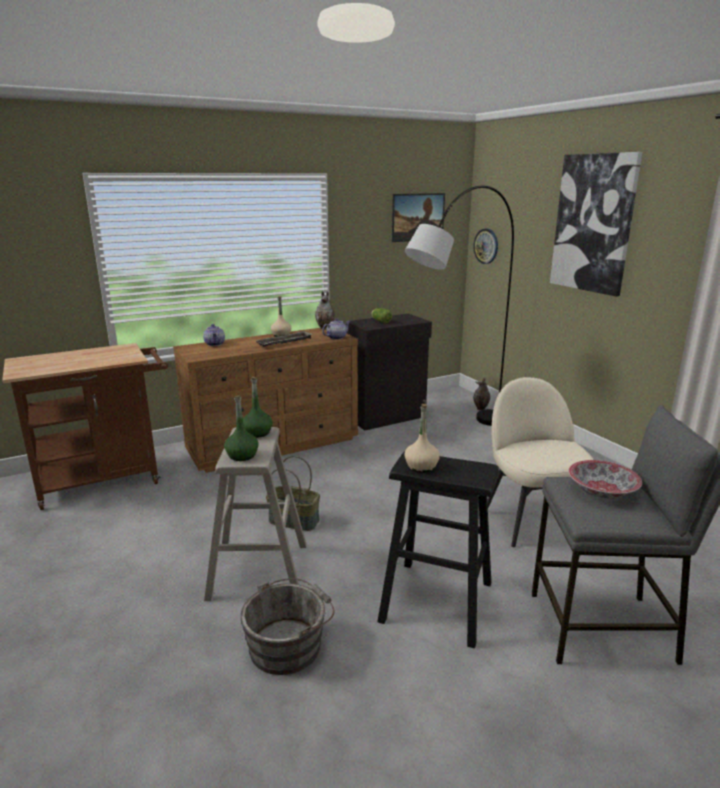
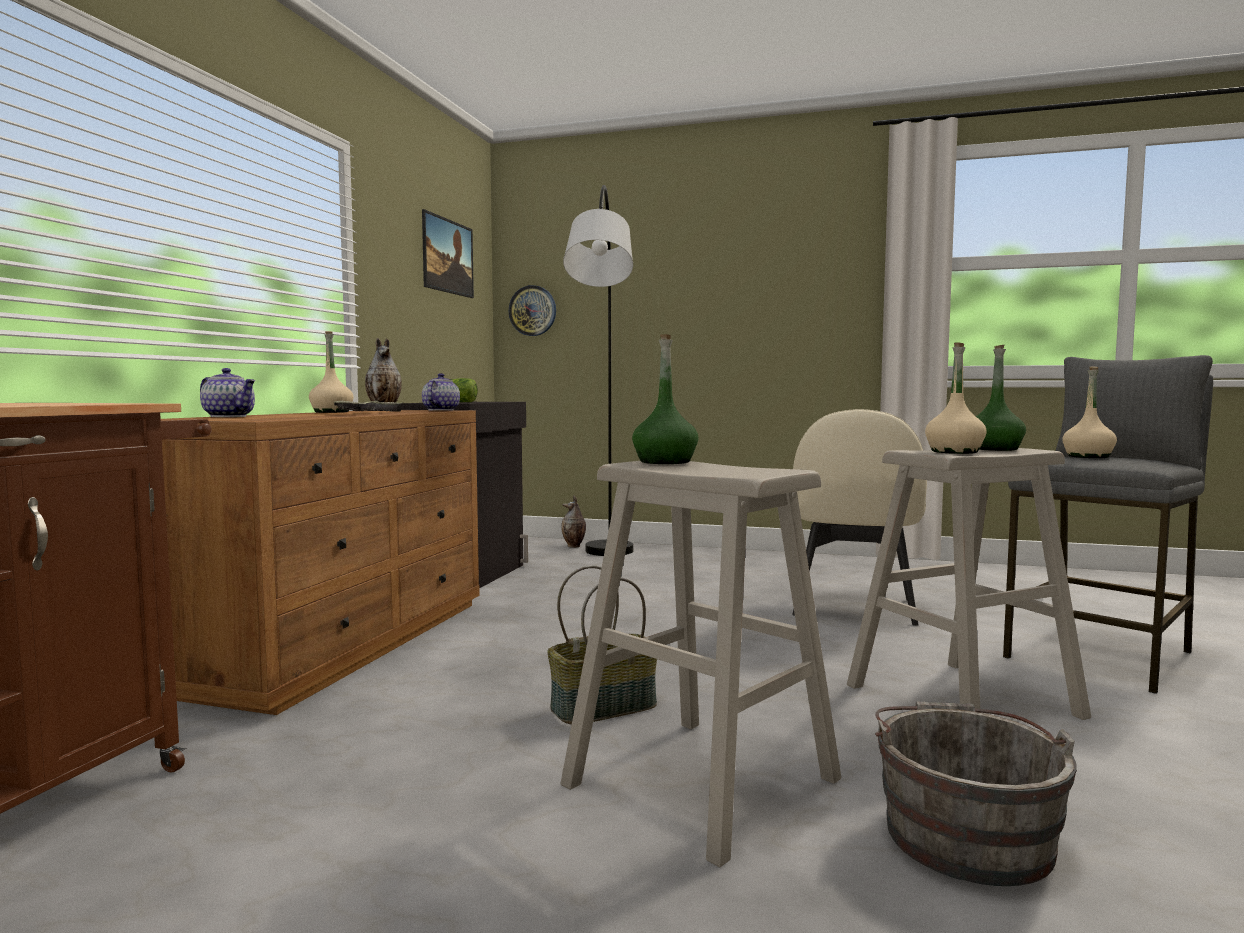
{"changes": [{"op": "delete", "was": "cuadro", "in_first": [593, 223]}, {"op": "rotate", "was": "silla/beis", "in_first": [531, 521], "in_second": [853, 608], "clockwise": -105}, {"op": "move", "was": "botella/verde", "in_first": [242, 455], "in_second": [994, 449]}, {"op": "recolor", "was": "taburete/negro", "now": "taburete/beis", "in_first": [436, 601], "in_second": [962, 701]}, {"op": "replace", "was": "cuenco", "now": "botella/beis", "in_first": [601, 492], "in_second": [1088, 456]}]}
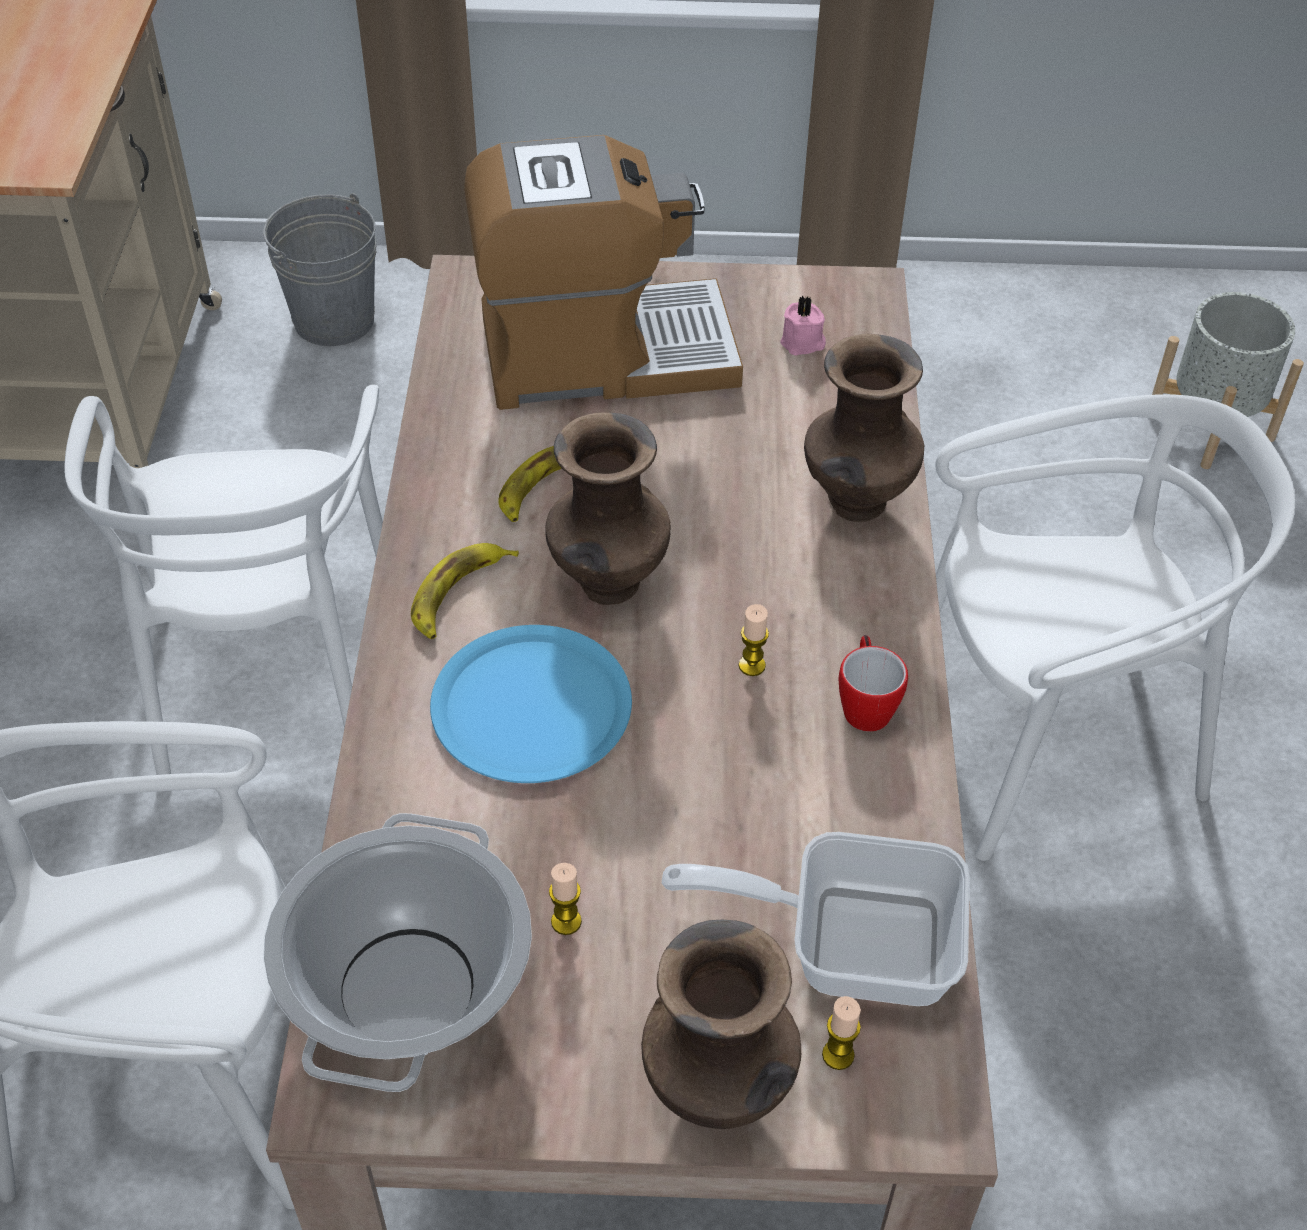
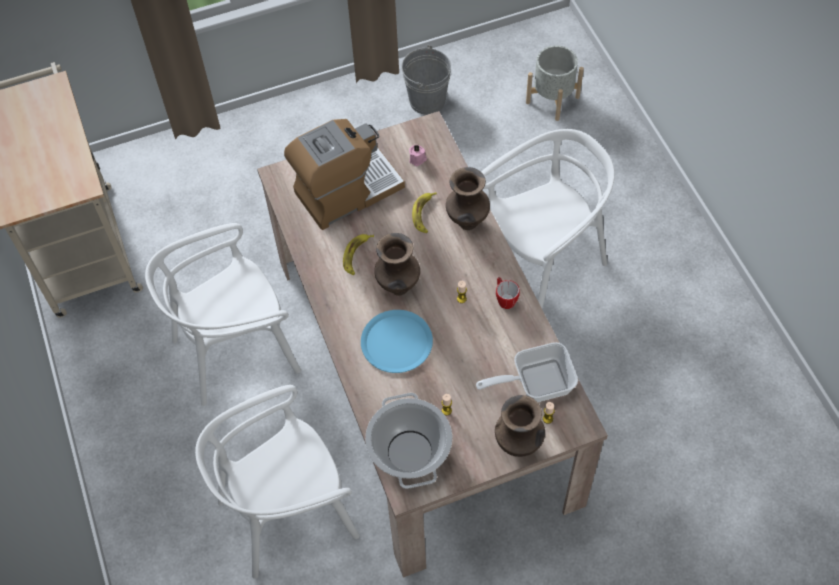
{"changes": [{"op": "move", "was": "cubo/gris", "in_first": [334, 320], "in_second": [427, 100]}, {"op": "rotate", "was": "silla/blanco", "in_first": [272, 680], "in_second": [236, 351], "clockwise": 90}, {"op": "move", "was": "plátano", "in_first": [458, 595], "in_second": [424, 214]}]}
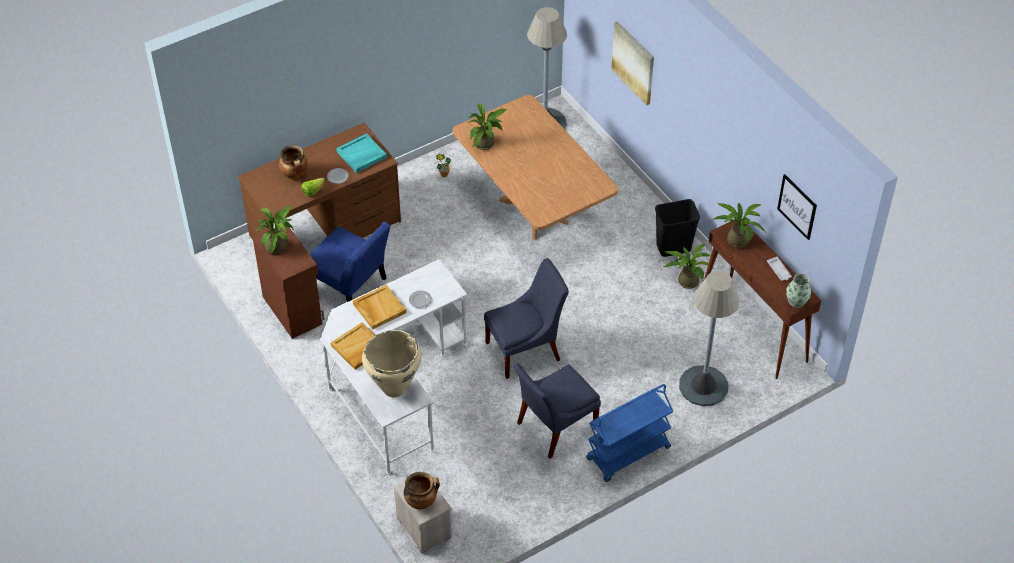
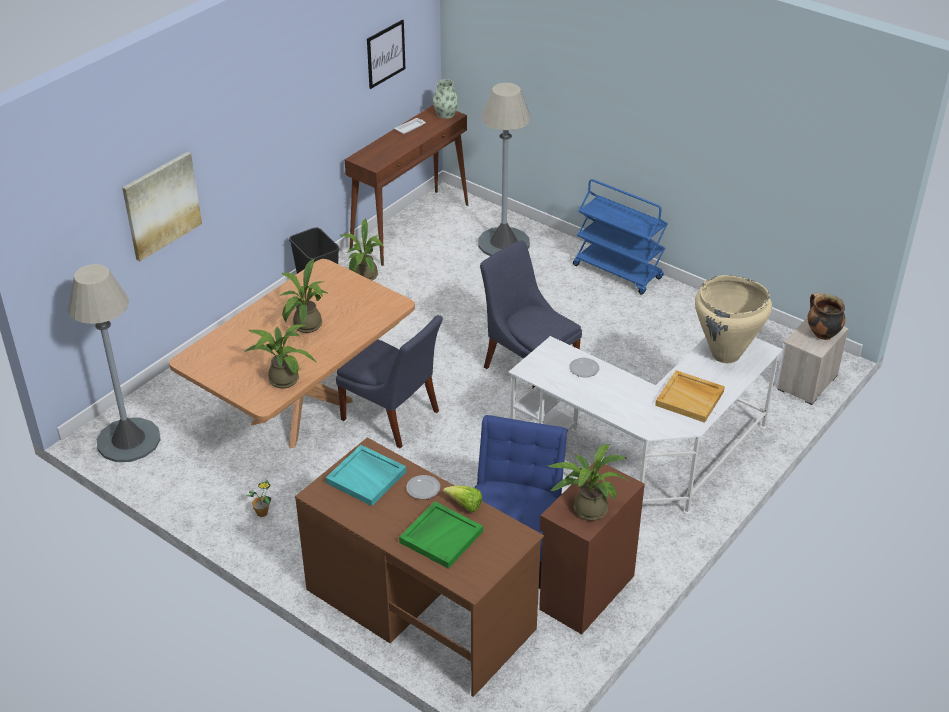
{"changes": [{"op": "replace", "was": "olla", "now": "bandeja/verde", "in_first": [295, 175], "in_second": [441, 536]}, {"op": "move", "was": "planta en maceta", "in_first": [736, 239], "in_second": [305, 327]}, {"op": "delete", "was": "bandeja/beis", "in_first": [379, 308]}, {"op": "move", "was": "silla/azul", "in_first": [554, 427], "in_second": [393, 417]}]}
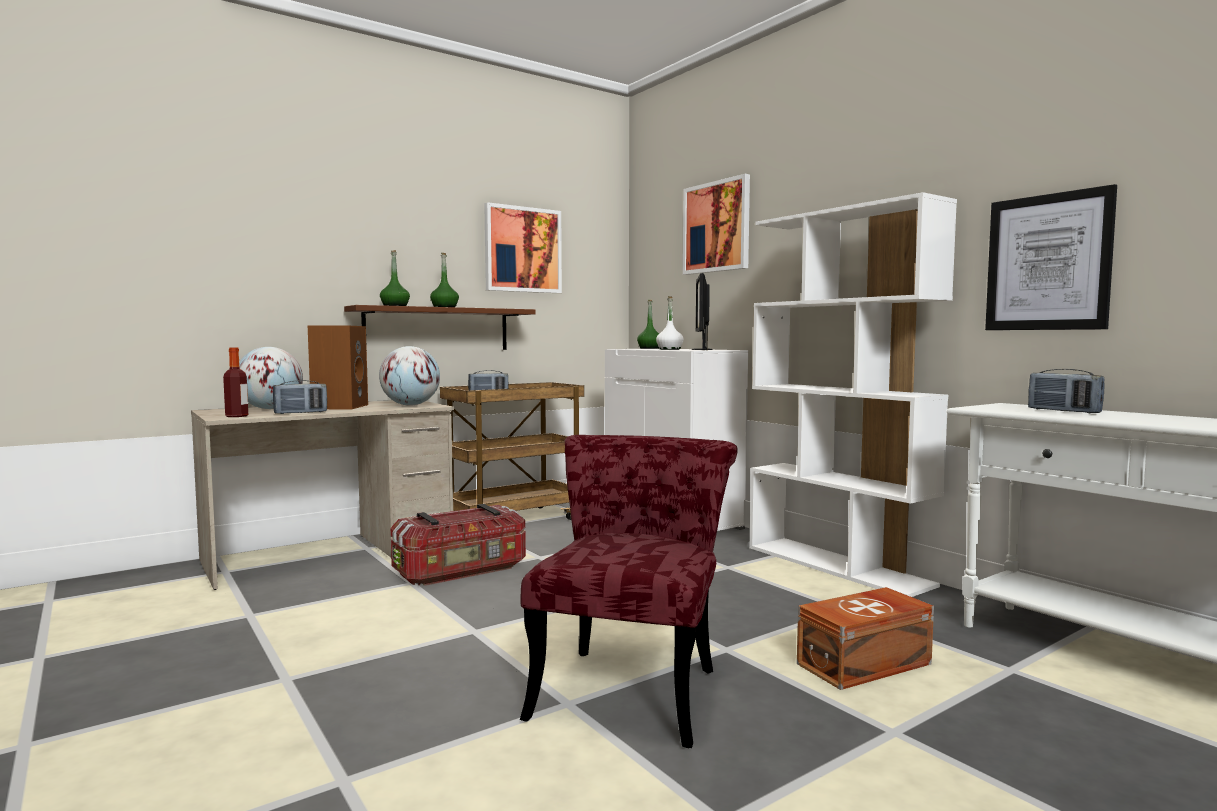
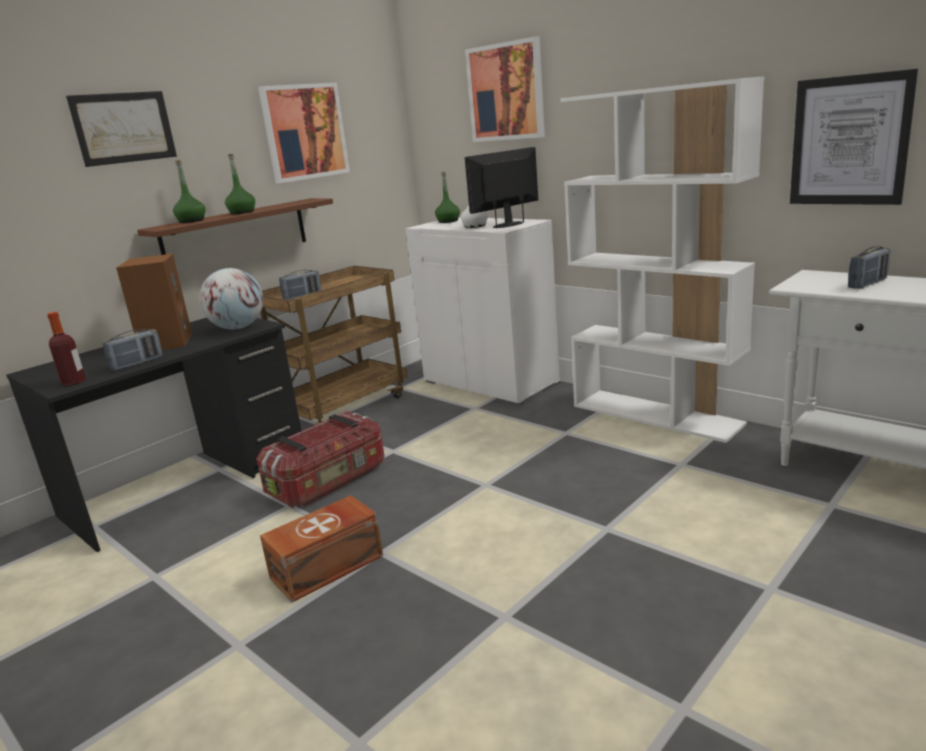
{"changes": [{"op": "rotate", "was": "monitor", "in_first": [701, 349], "in_second": [508, 225], "clockwise": 60}, {"op": "delete", "was": "globo terráqueo", "in_first": [270, 409]}, {"op": "rotate", "was": "radio", "in_first": [1063, 411], "in_second": [867, 284], "clockwise": -75}, {"op": "recolor", "was": "escritorio/beis", "now": "escritorio/negro", "in_first": [331, 554], "in_second": [188, 484]}, {"op": "delete", "was": "silla/rojo", "in_first": [632, 684]}, {"op": "move", "was": "caja de almacenaje/marrón", "in_first": [866, 664], "in_second": [329, 567]}, {"op": "insert", "now": "cuadro", "in_second": [124, 128]}]}
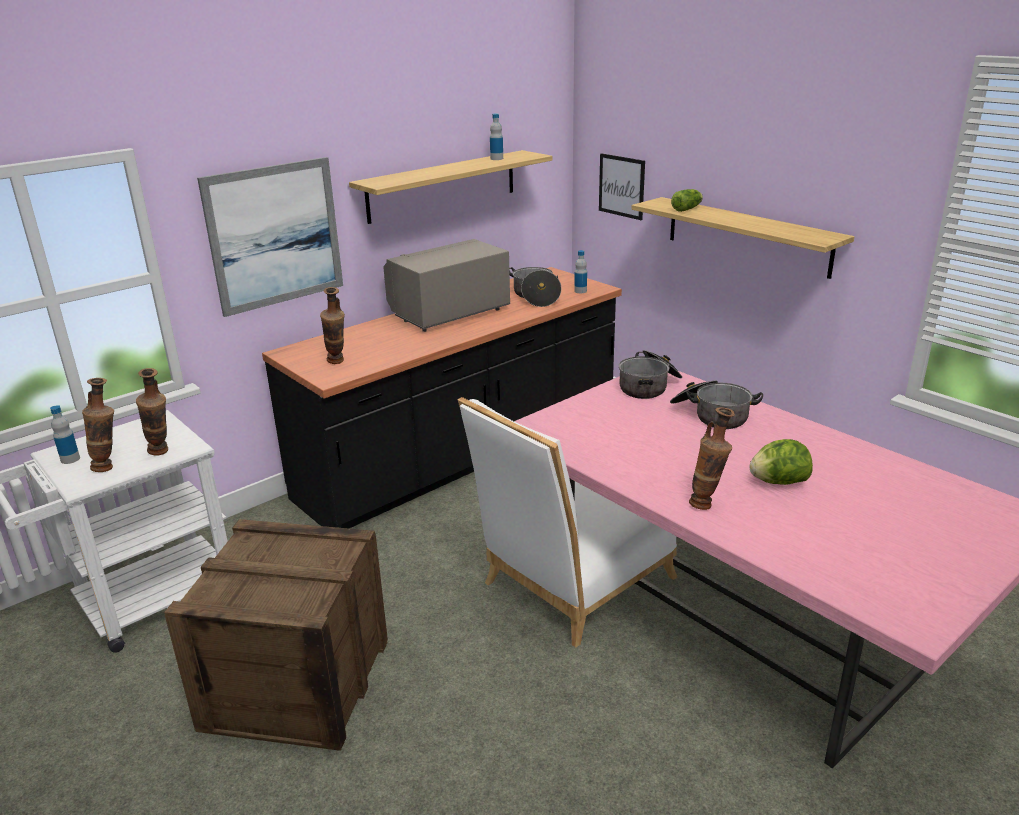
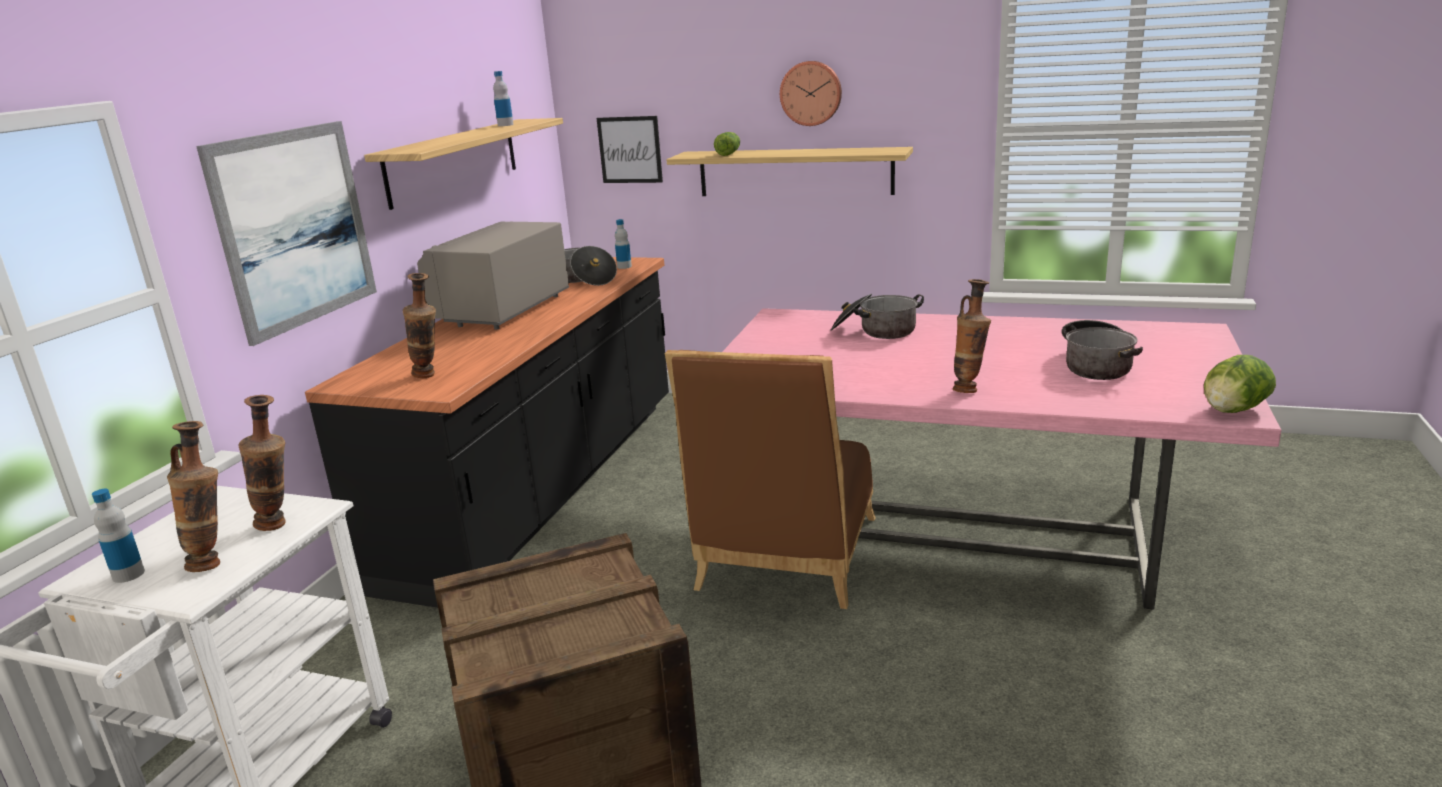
{"changes": [{"op": "move", "was": "olla", "in_first": [649, 386], "in_second": [1096, 365]}, {"op": "recolor", "was": "silla/blanco", "now": "silla/marrón", "in_first": [571, 585], "in_second": [785, 560]}, {"op": "move", "was": "lechuga", "in_first": [778, 482], "in_second": [1233, 410]}, {"op": "insert", "now": "reloj de pared", "in_second": [811, 93]}]}
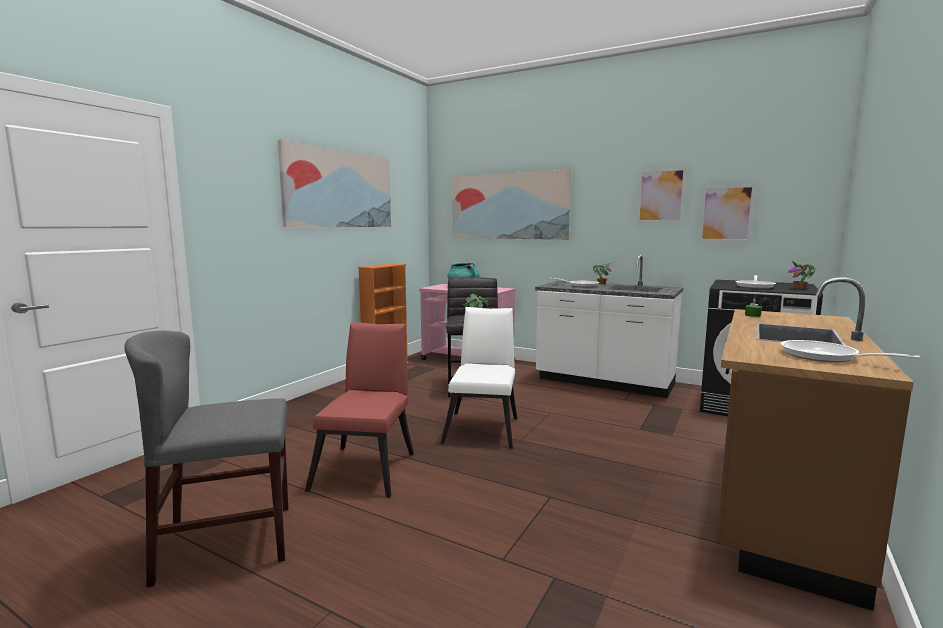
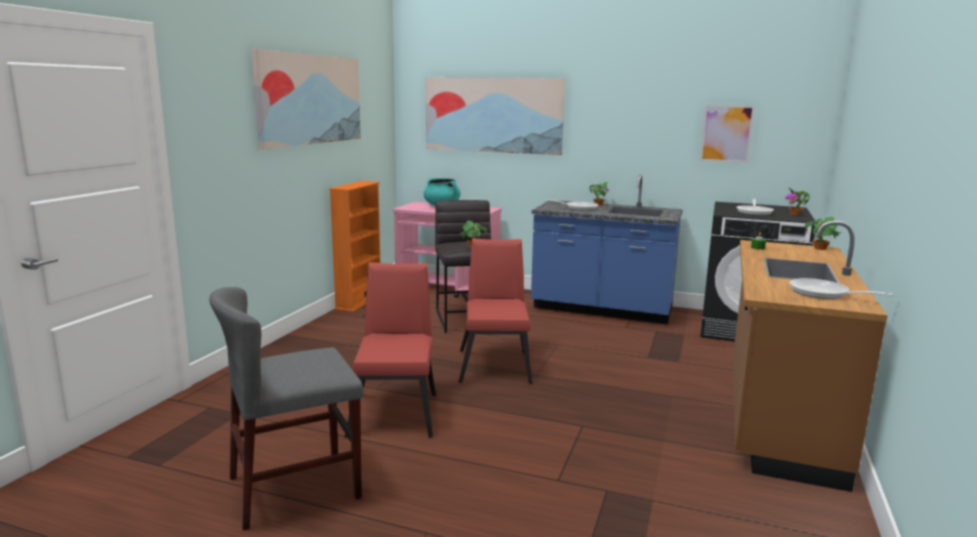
{"changes": [{"op": "delete", "was": "cuadro", "in_first": [661, 195]}, {"op": "recolor", "was": "mueble bajo de cocina/blanco", "now": "mueble bajo de cocina/azul", "in_first": [604, 382], "in_second": [601, 309]}, {"op": "recolor", "was": "silla/blanco", "now": "silla/rojo", "in_first": [483, 427], "in_second": [495, 364]}, {"op": "insert", "now": "planta en maceta", "in_second": [819, 248]}]}
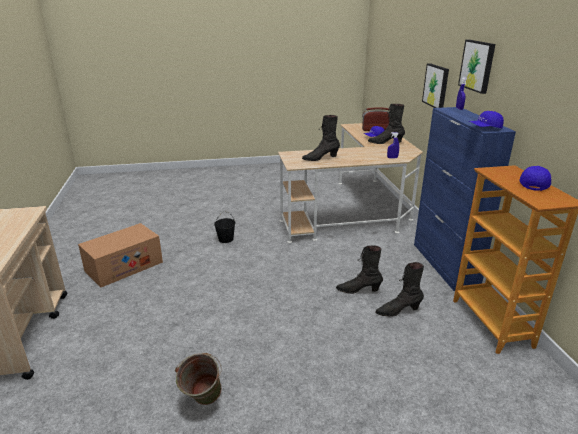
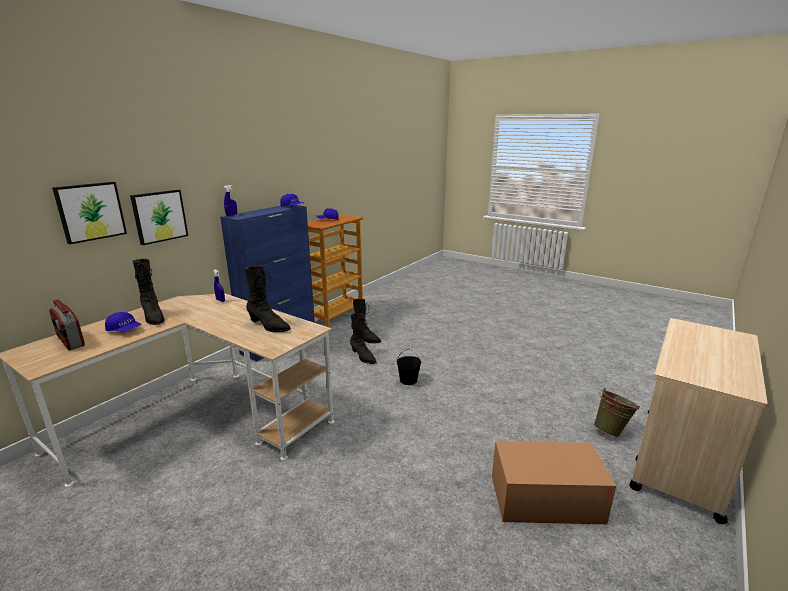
{"changes": [{"op": "move", "was": "cuadro", "in_first": [477, 65], "in_second": [90, 211]}, {"op": "move", "was": "cubo/negro", "in_first": [225, 239], "in_second": [408, 380]}, {"op": "move", "was": "cubo/verde", "in_first": [202, 403], "in_second": [611, 431]}]}
